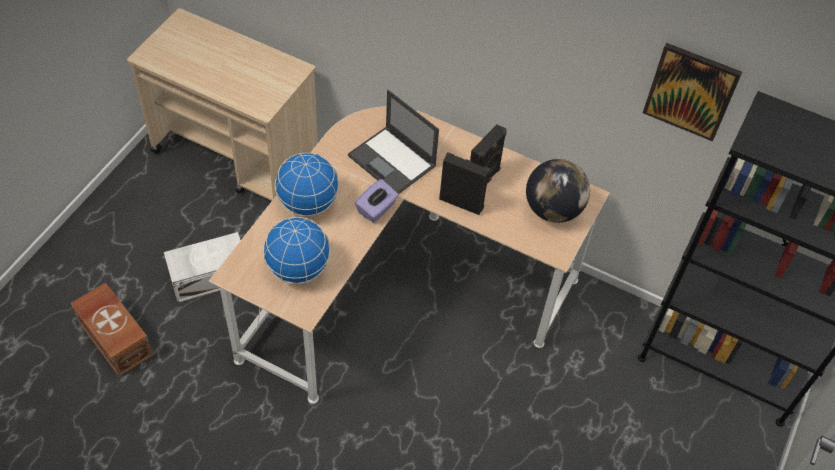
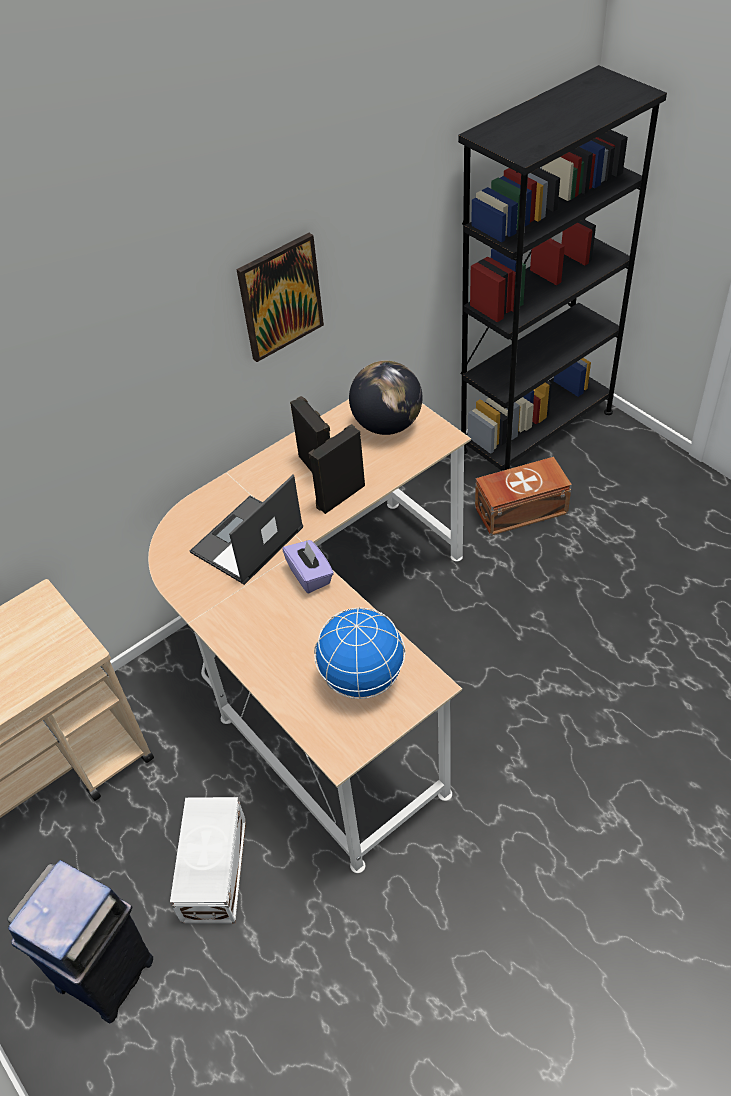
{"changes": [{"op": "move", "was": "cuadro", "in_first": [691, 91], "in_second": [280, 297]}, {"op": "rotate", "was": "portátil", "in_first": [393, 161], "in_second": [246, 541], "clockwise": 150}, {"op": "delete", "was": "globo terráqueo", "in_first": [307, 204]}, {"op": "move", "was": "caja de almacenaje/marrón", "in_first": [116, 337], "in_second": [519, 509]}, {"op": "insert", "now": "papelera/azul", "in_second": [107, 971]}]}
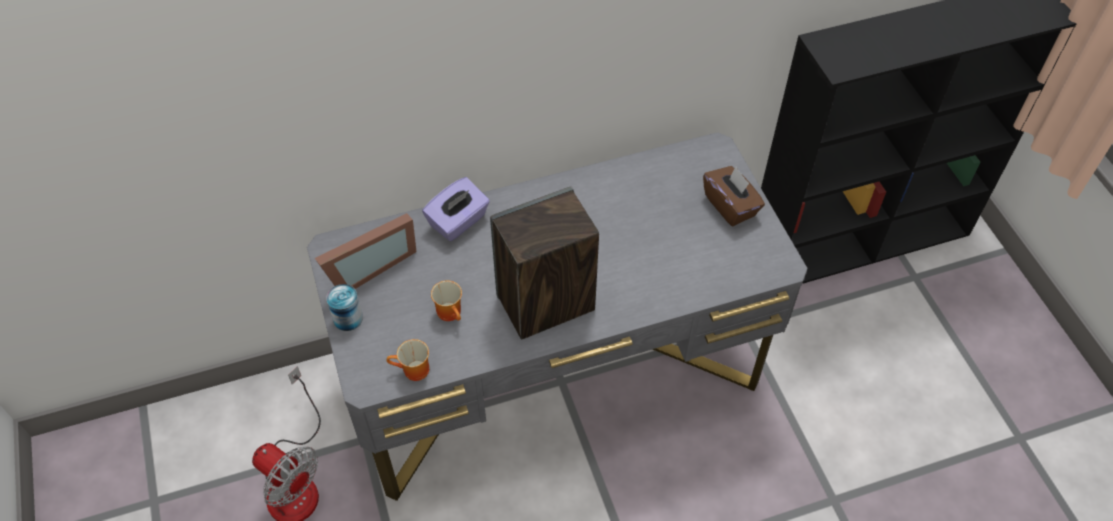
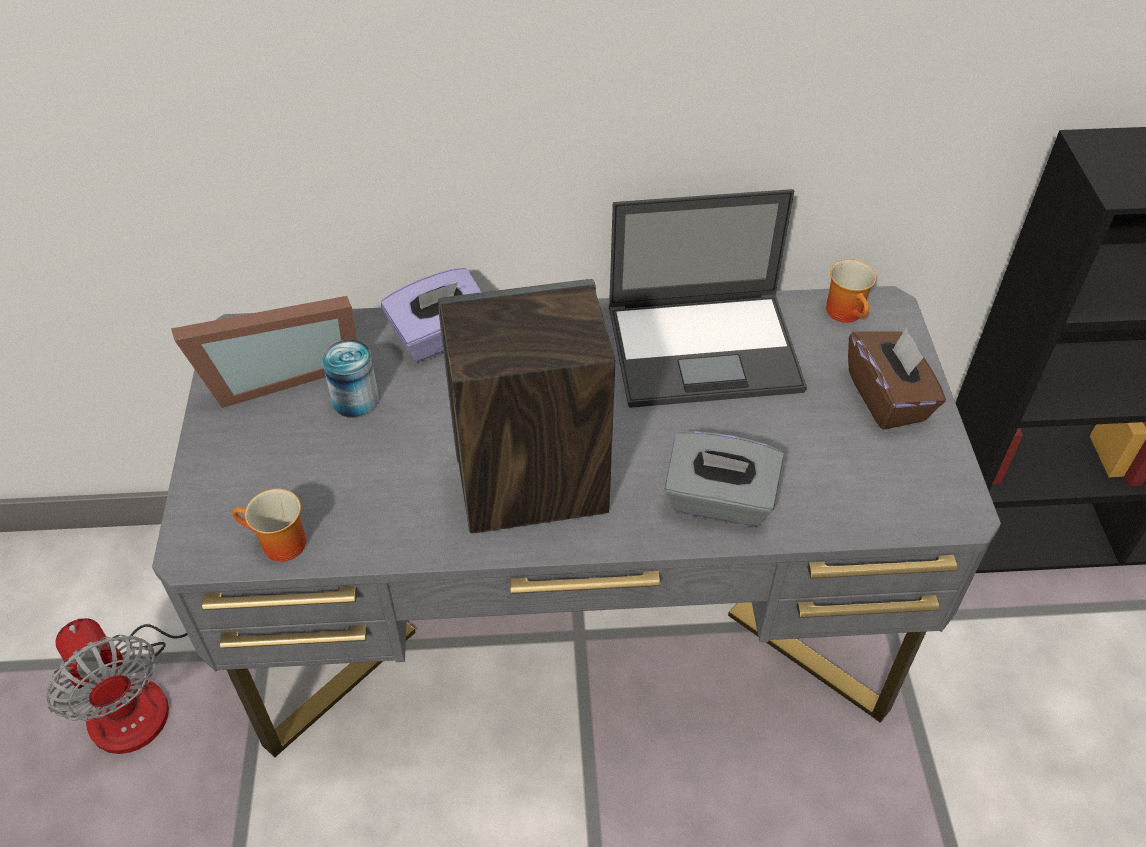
{"changes": [{"op": "move", "was": "taza grande", "in_first": [452, 312], "in_second": [848, 313]}, {"op": "move", "was": "lata", "in_first": [348, 318], "in_second": [355, 400]}, {"op": "insert", "now": "portátil", "in_second": [706, 348]}, {"op": "insert", "now": "caja de pañuelos/gris", "in_second": [719, 501]}]}
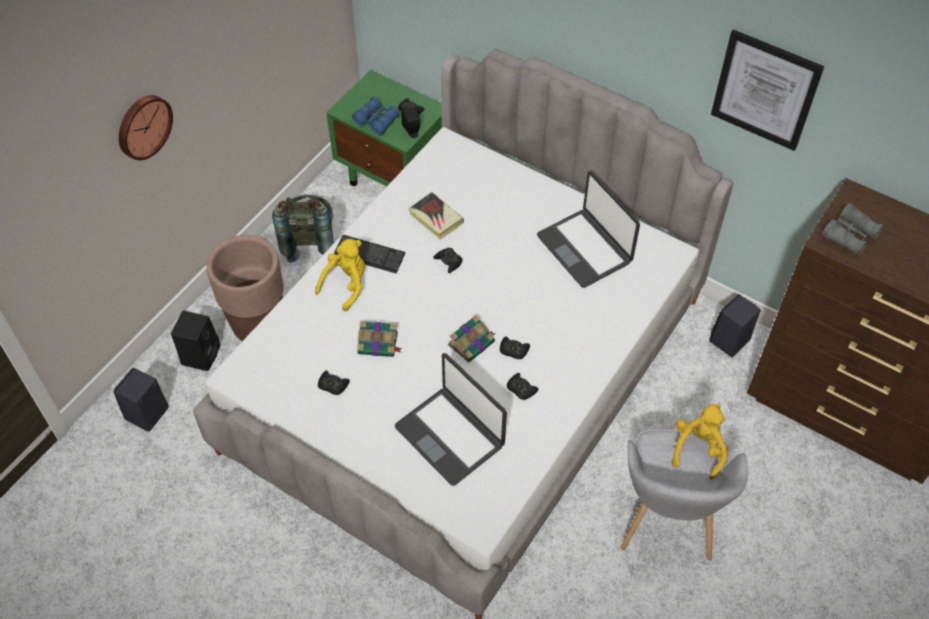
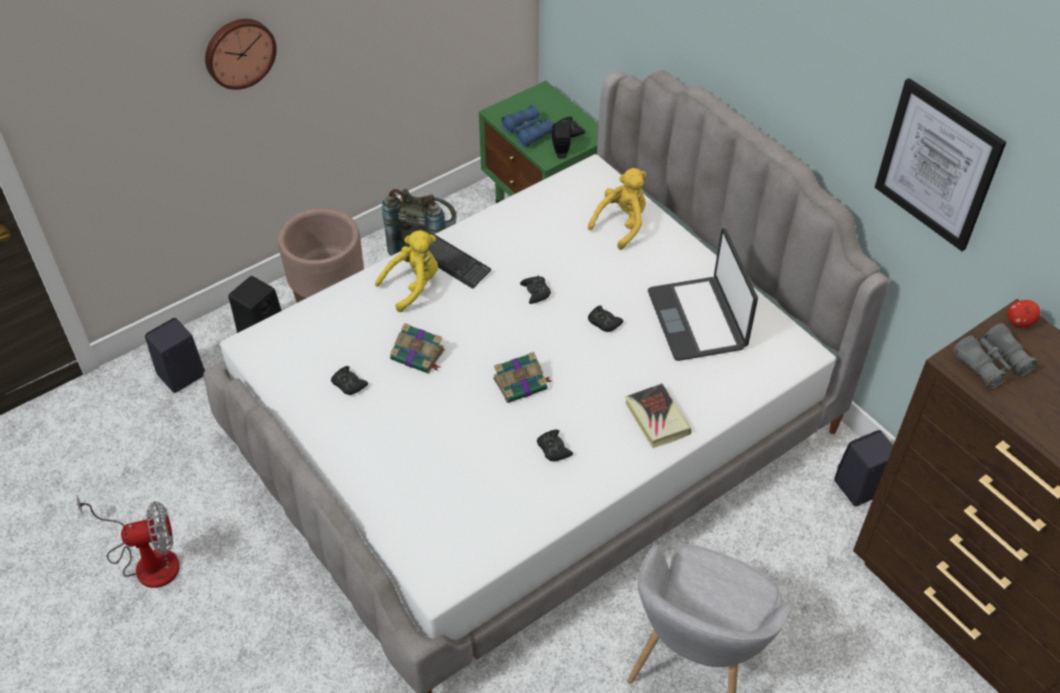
{"changes": [{"op": "move", "was": "libro", "in_first": [435, 218], "in_second": [656, 419]}, {"op": "move", "was": "mando de consola/negro", "in_first": [513, 350], "in_second": [604, 322]}, {"op": "delete", "was": "portátil", "in_first": [450, 436]}, {"op": "move", "was": "peluche/amarillo", "in_first": [698, 449], "in_second": [621, 224]}, {"op": "insert", "now": "manzana", "in_second": [1019, 322]}, {"op": "insert", "now": "ventilador", "in_second": [146, 560]}]}
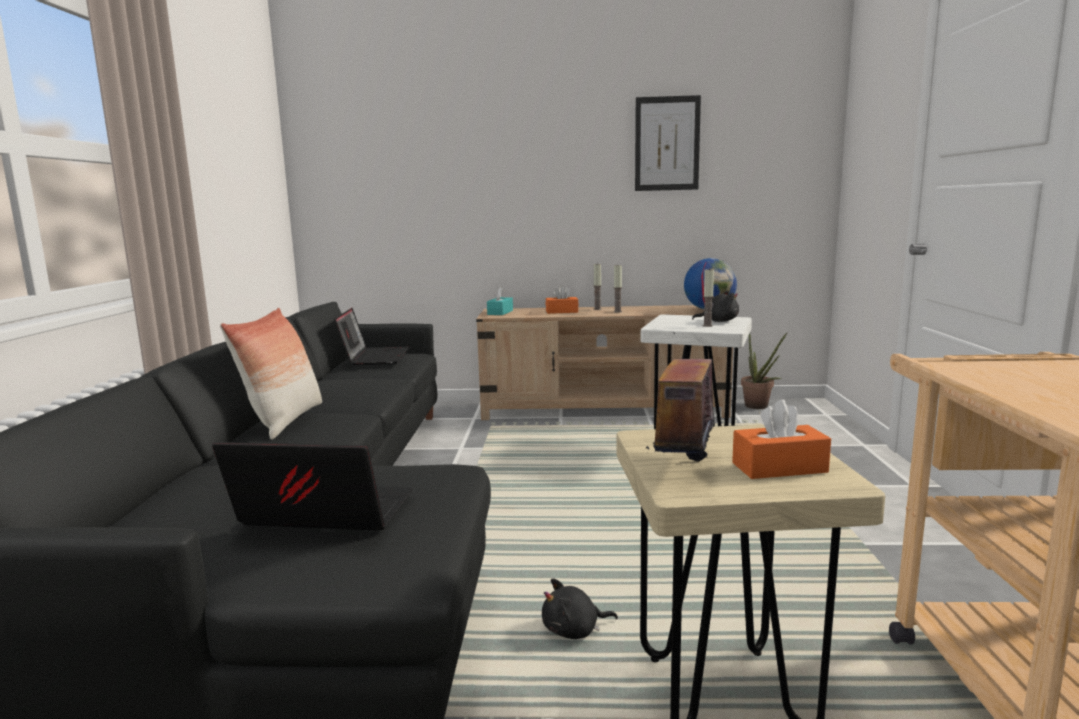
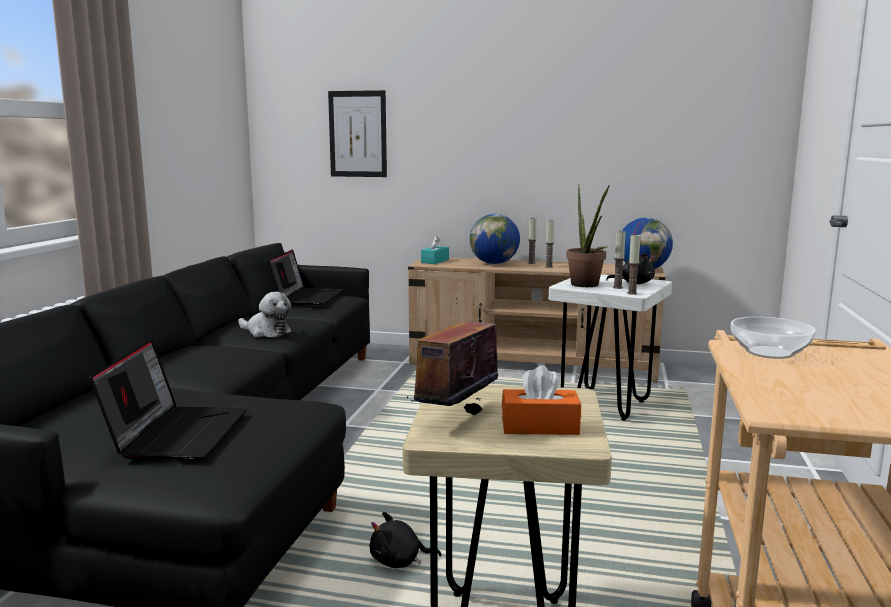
{"changes": [{"op": "move", "was": "cuadro", "in_first": [667, 144], "in_second": [357, 134]}, {"op": "replace", "was": "caja de pañuelos/naranja", "now": "globo terráqueo", "in_first": [562, 311], "in_second": [494, 264]}, {"op": "delete", "was": "cojín", "in_first": [285, 421]}, {"op": "move", "was": "planta en maceta", "in_first": [759, 407], "in_second": [587, 286]}, {"op": "rotate", "was": "portátil", "in_first": [322, 515], "in_second": [177, 433], "clockwise": 75}, {"op": "insert", "now": "vela", "in_second": [632, 293]}, {"op": "insert", "now": "peluche", "in_second": [266, 332]}, {"op": "insert", "now": "cuenco", "in_second": [769, 353]}]}
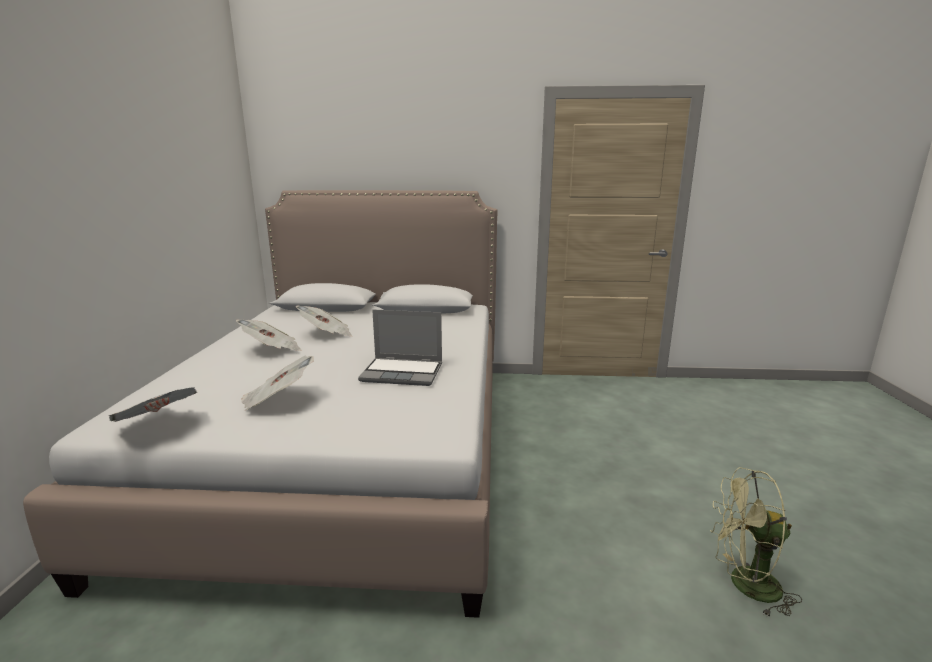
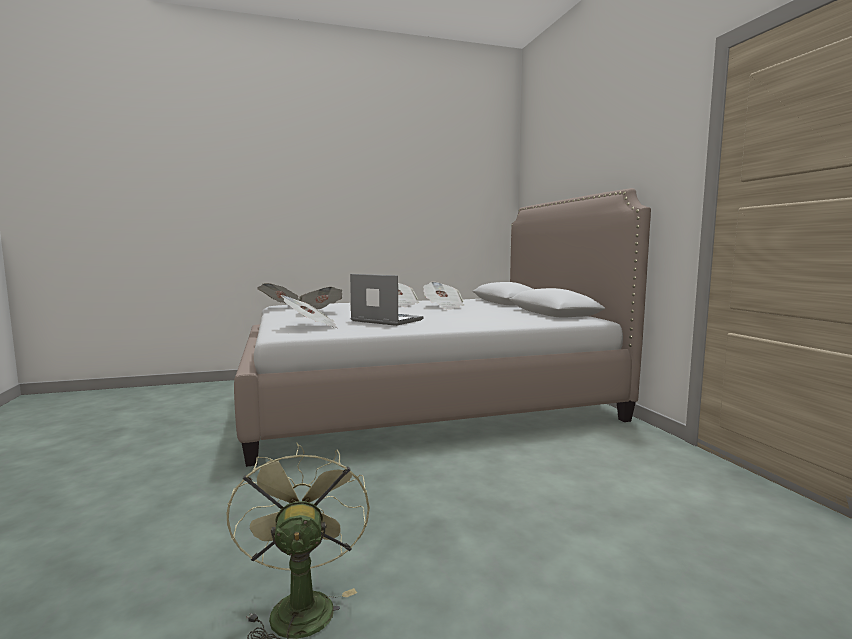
{"changes": [{"op": "rotate", "was": "portátil", "in_first": [403, 373], "in_second": [385, 320], "clockwise": 135}, {"op": "insert", "now": "periódico", "in_second": [311, 327]}]}
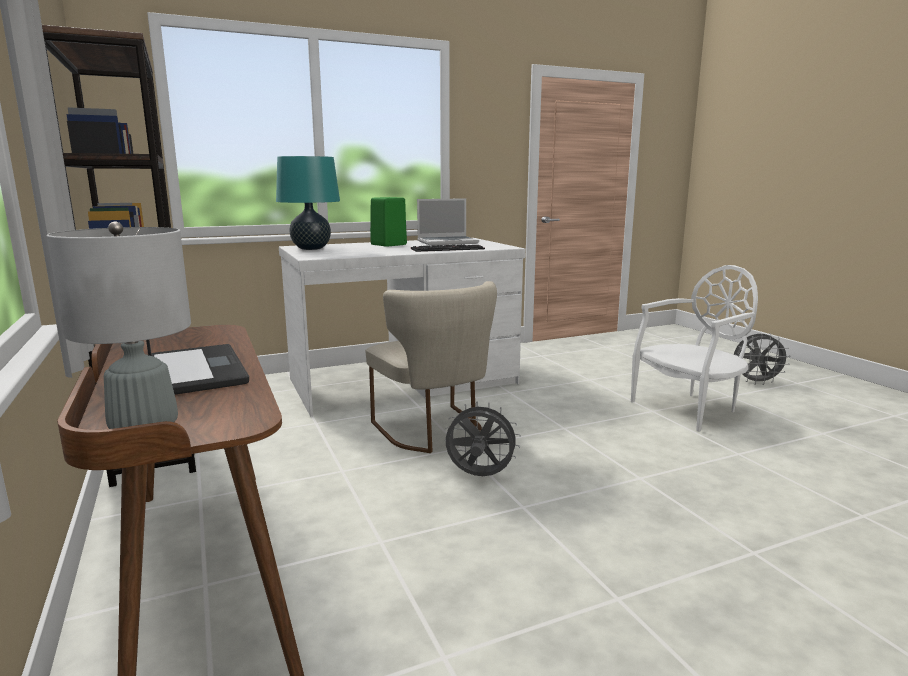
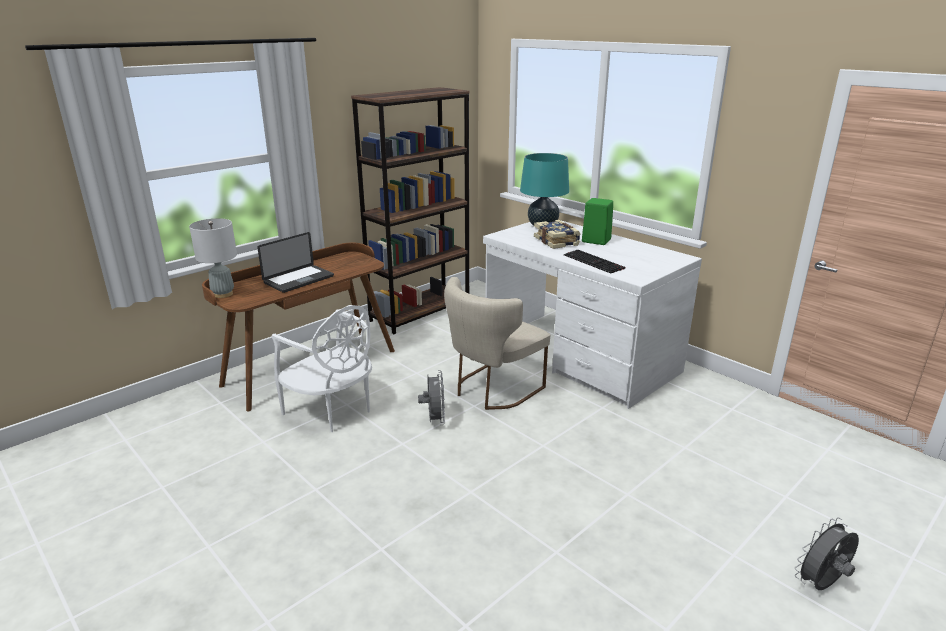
{"changes": [{"op": "delete", "was": "portátil", "in_first": [448, 242]}, {"op": "move", "was": "silla/blanco", "in_first": [689, 409], "in_second": [332, 410]}, {"op": "rotate", "was": "ventilador/gris", "in_first": [756, 382], "in_second": [821, 585], "clockwise": 75}, {"op": "insert", "now": "libro", "in_second": [557, 241]}]}
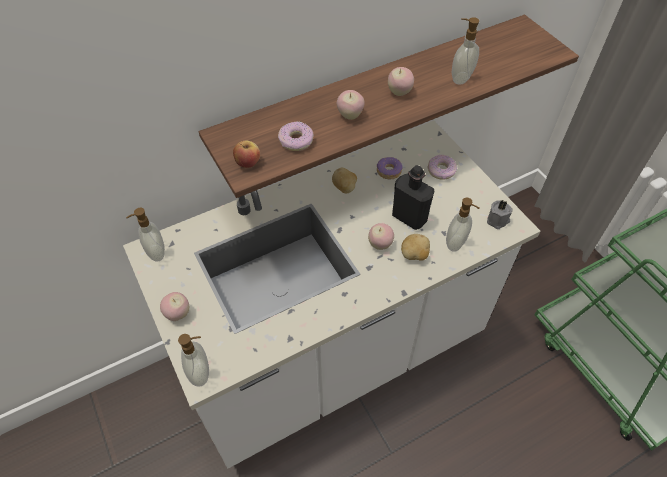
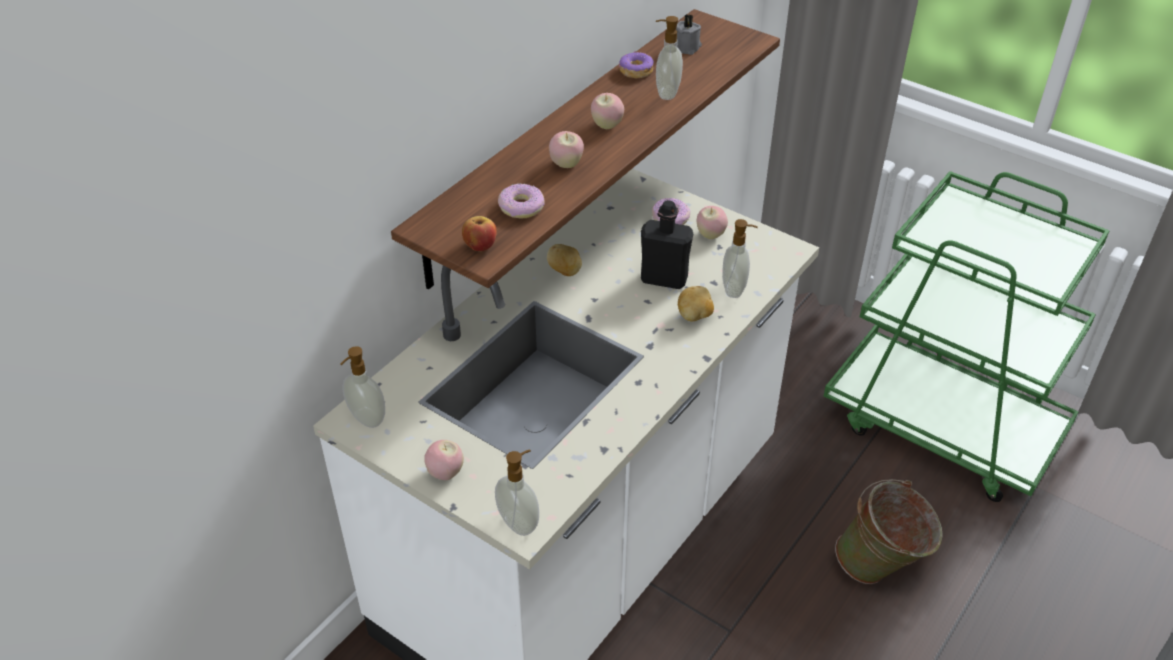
{"changes": [{"op": "move", "was": "rosquilla", "in_first": [388, 171], "in_second": [635, 71]}, {"op": "move", "was": "vela/gris", "in_first": [498, 220], "in_second": [688, 47]}, {"op": "move", "was": "manzana", "in_first": [380, 244], "in_second": [710, 235]}, {"op": "insert", "now": "cubo/verde", "in_second": [881, 569]}]}
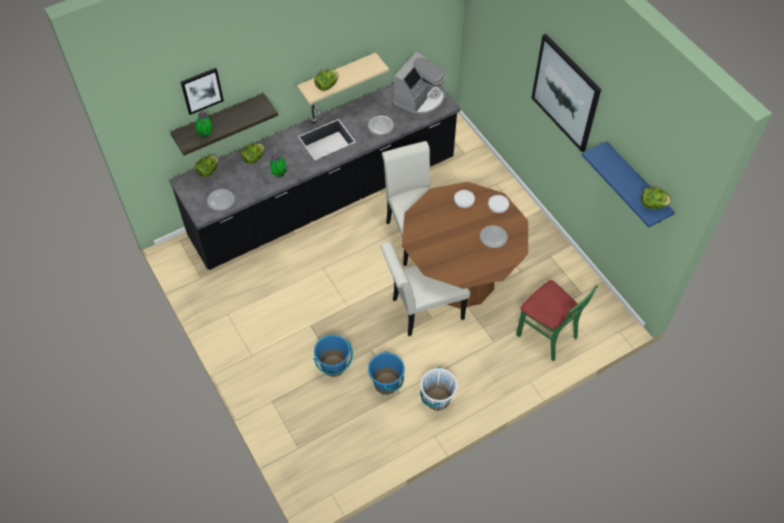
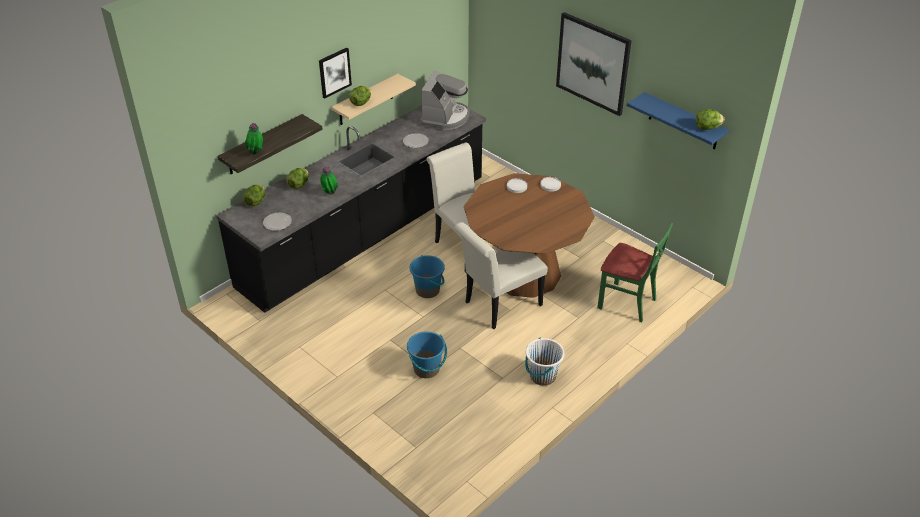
{"changes": [{"op": "move", "was": "cuadro", "in_first": [201, 90], "in_second": [334, 72]}, {"op": "delete", "was": "plato", "in_first": [493, 237]}, {"op": "move", "was": "cubo/azul", "in_first": [386, 383], "in_second": [428, 290]}]}
